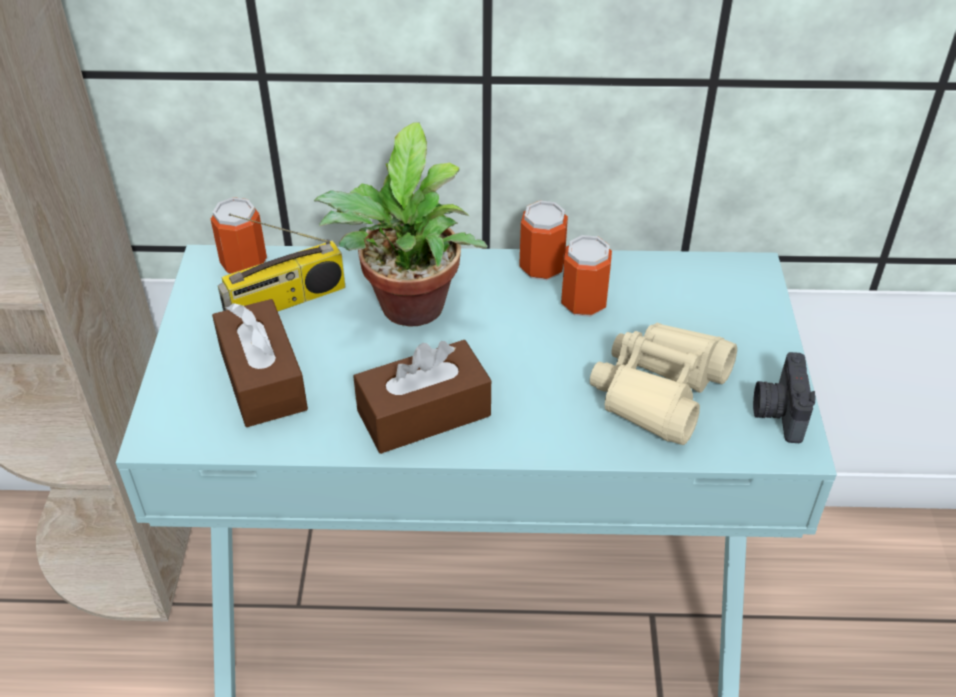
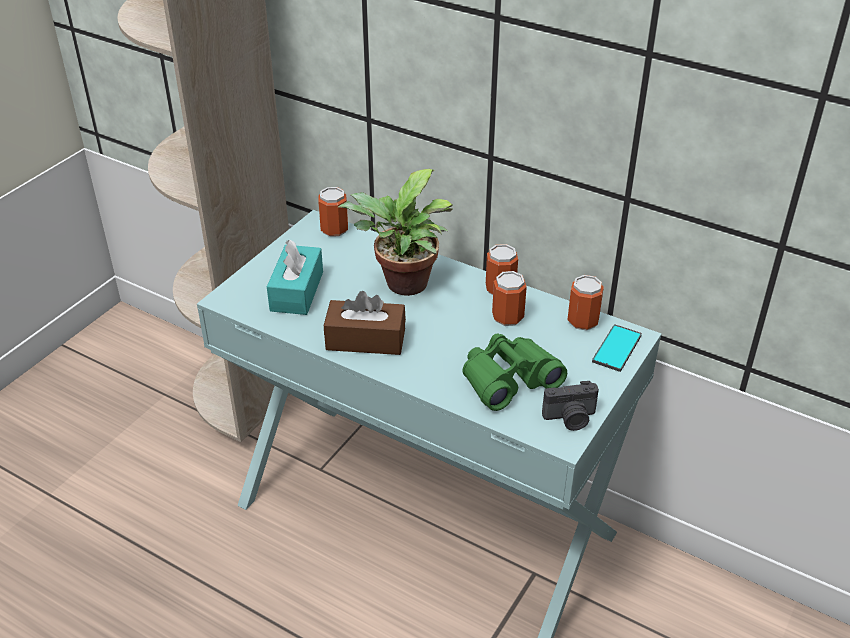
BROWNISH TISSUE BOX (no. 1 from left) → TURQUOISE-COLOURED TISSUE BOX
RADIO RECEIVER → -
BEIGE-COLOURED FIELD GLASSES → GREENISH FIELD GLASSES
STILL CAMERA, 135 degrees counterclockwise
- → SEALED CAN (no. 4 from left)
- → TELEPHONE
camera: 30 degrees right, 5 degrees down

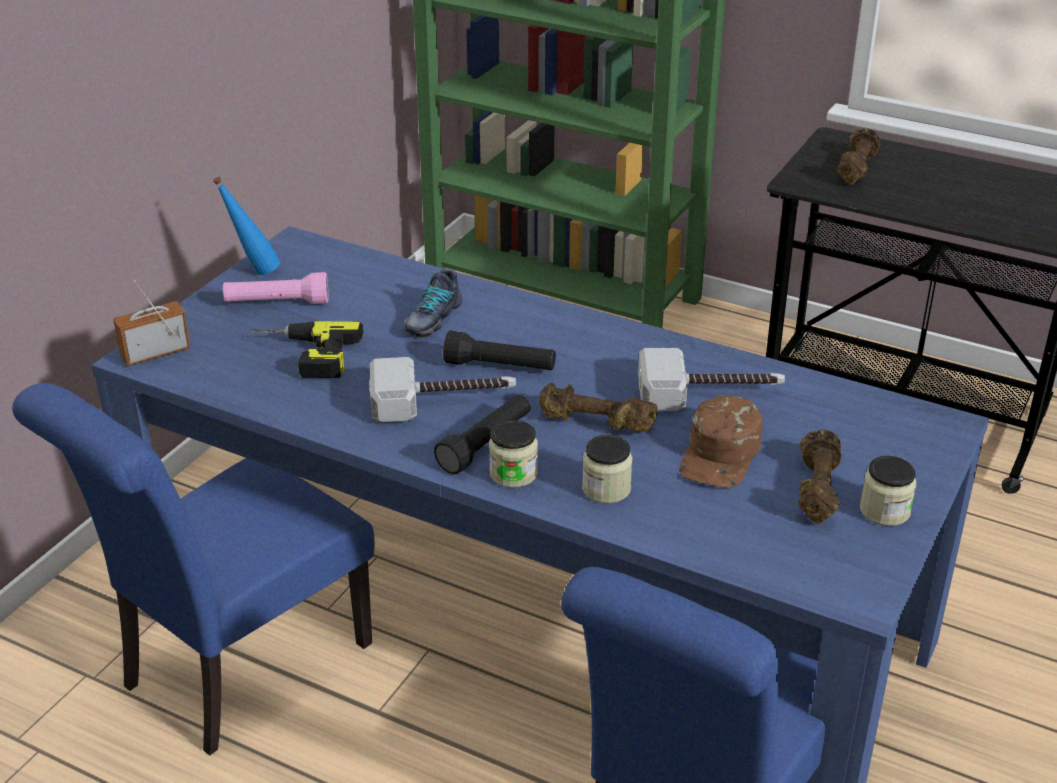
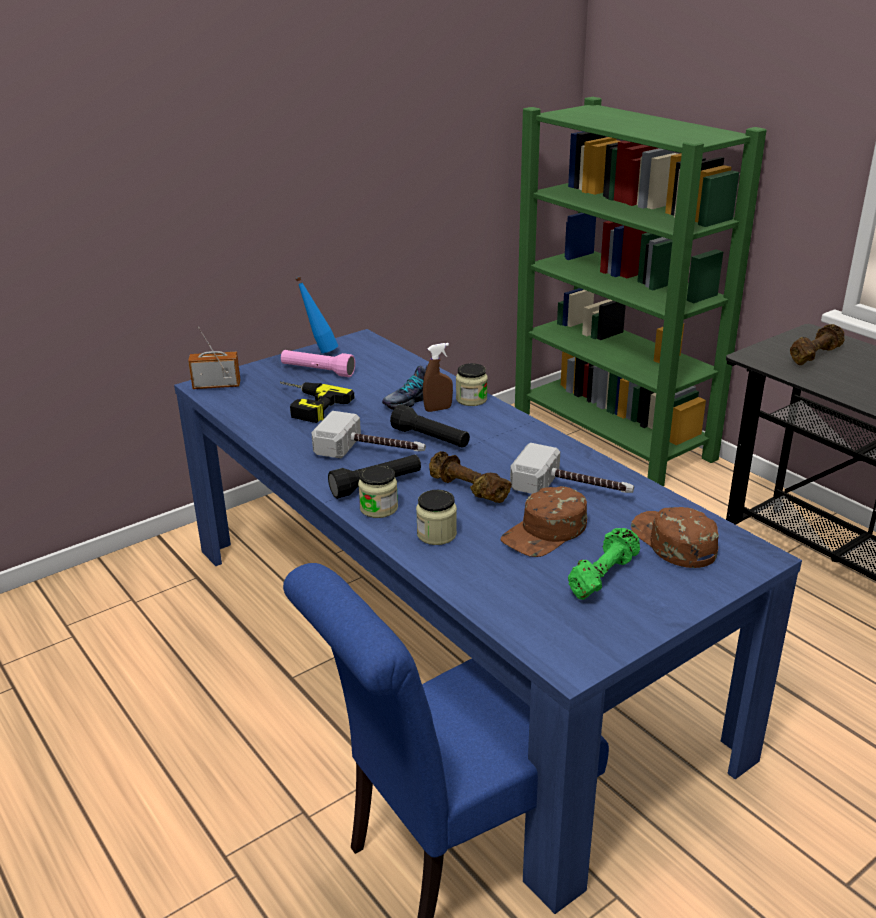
BLUISH PLAIN CHAIR (no. 1 from left) → -
BROWNISH DUMBBELL (no. 2 from left) → GREENISH DUMBBELL
PRESERVE JAR (no. 3 from left), relocated
- → BROWNISH SPRAYER
- → BROWNISH BASEBALL CAP (no. 2 from left)
camera: 25 degrees right, 5 degrees down

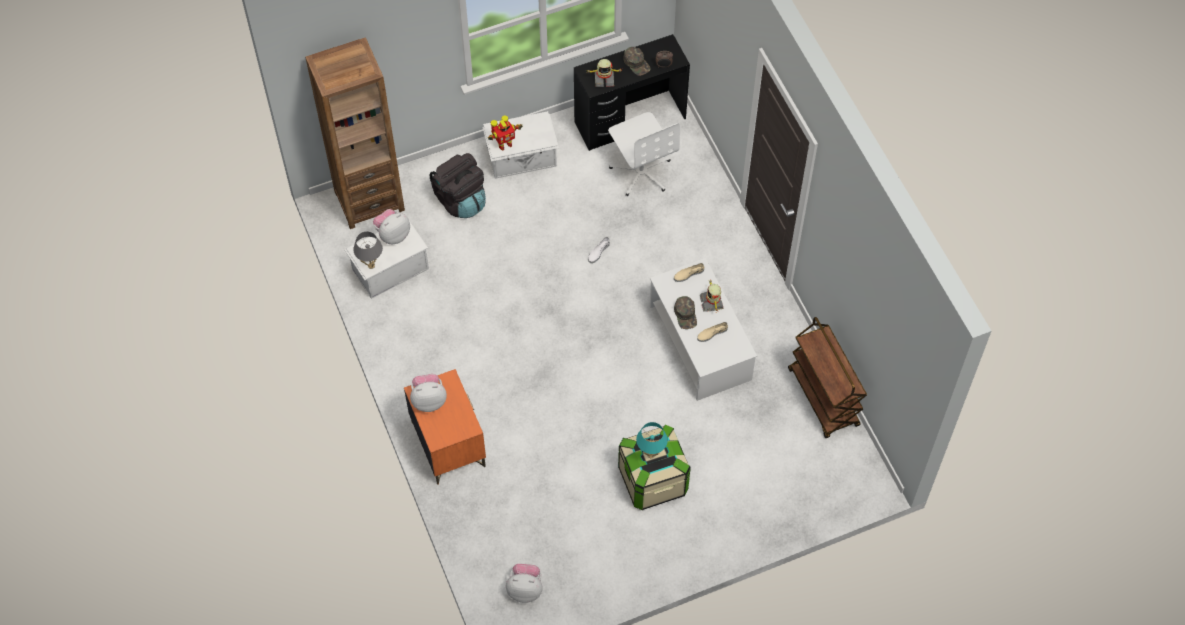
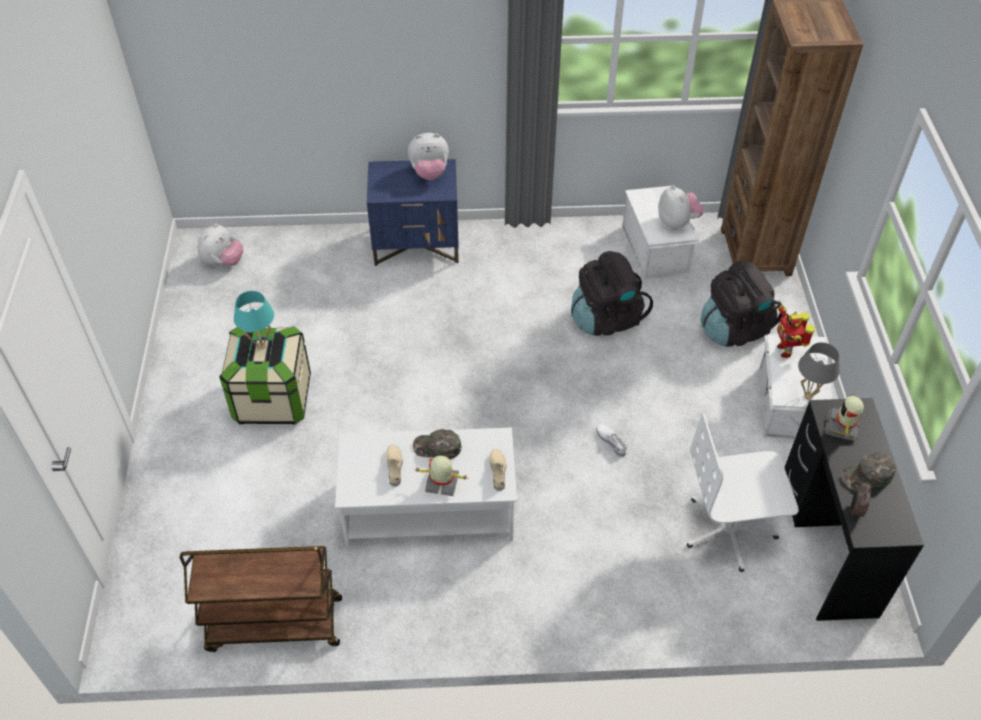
GRAY TABLETOP LAMP, relocated
ORANGEY NIGHTSTAND → BLUISH NIGHTSTAND
SOFT TOY (no. 2 from left), 75 degrees clockwise
- → BLACK BACKPACK (no. 1 from left)
camera: 110 degrees right, 10 degrees down

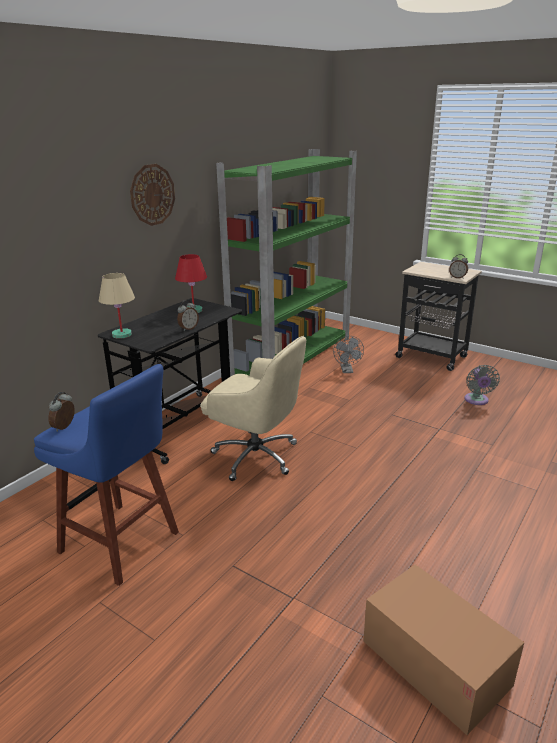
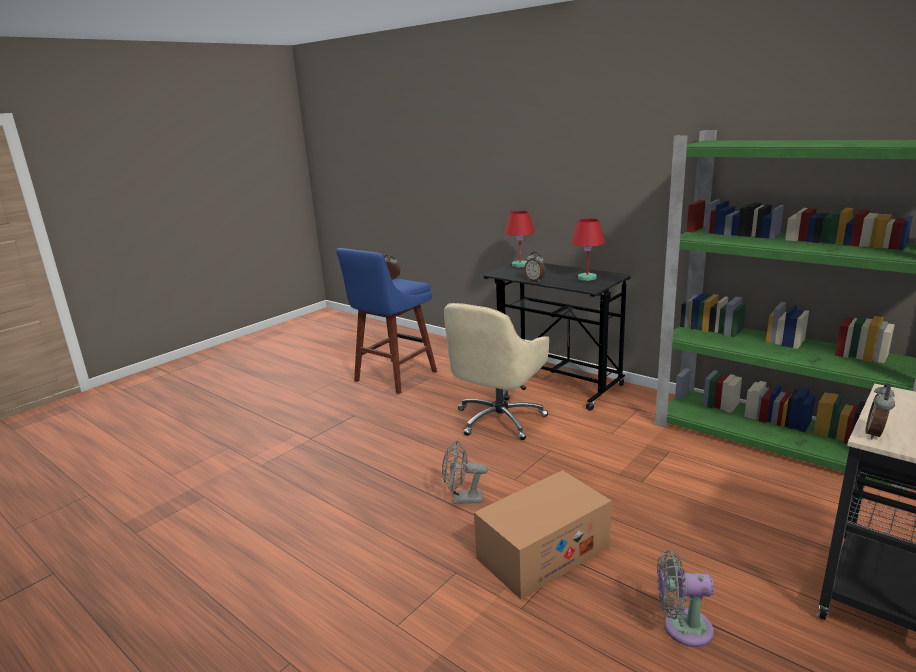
BEIGE-COLOURED TABLETOP LAMP → REDDISH TABLETOP LAMP (no. 1 from left)
CLOCK ON THE WALL → -
GRAY FAN (no. 1 from left), relocated
CARDBOARD BOX, relocated
camera: 95 degrees right, 5 degrees down

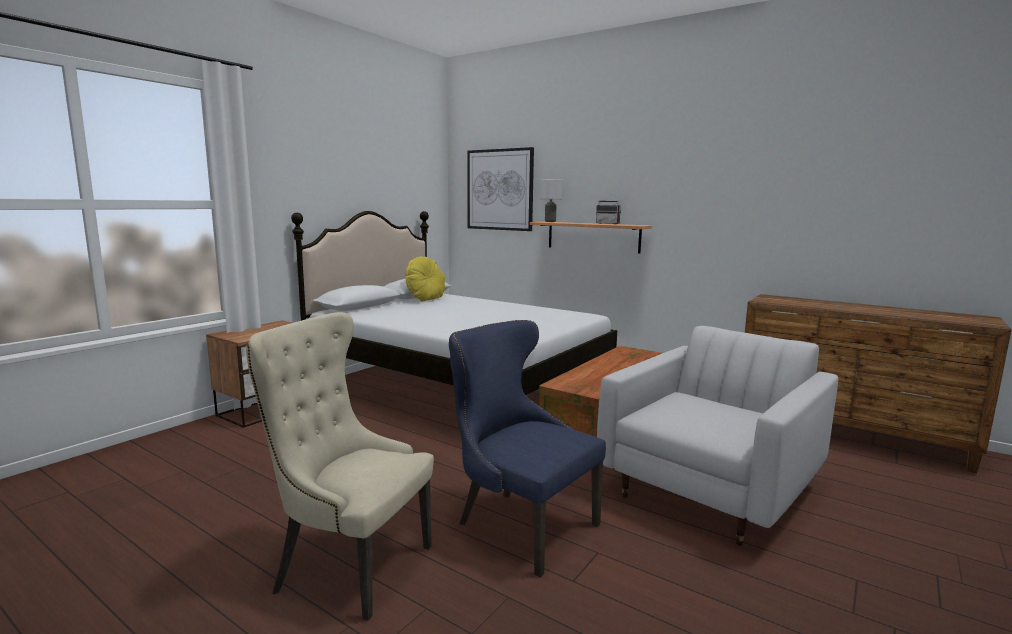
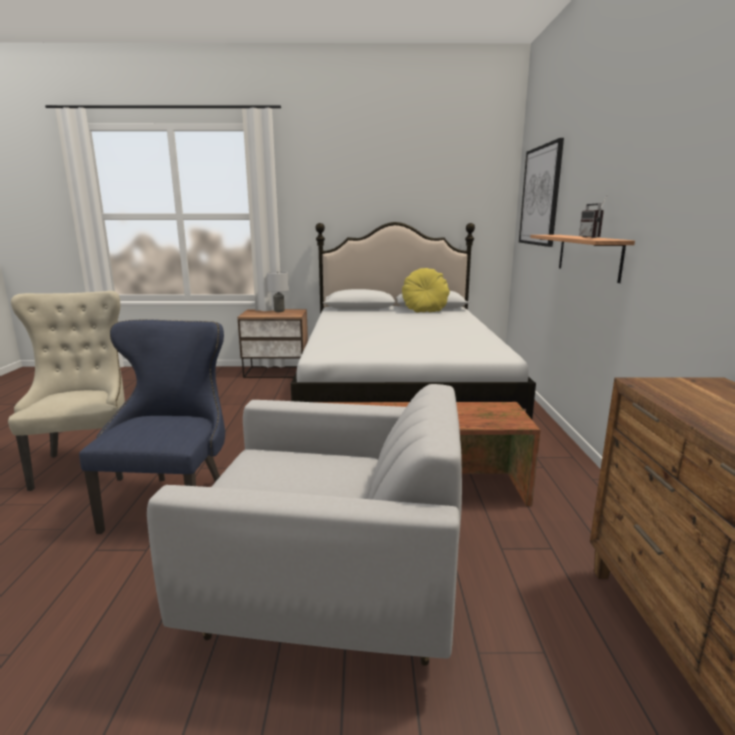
WHITE TABLETOP LAMP, relocated
camera: 55 degrees right, 5 degrees up

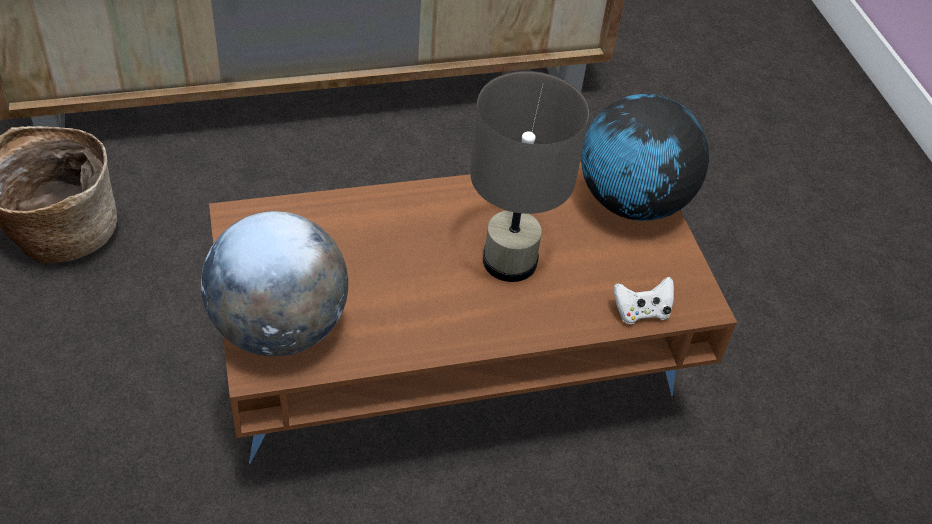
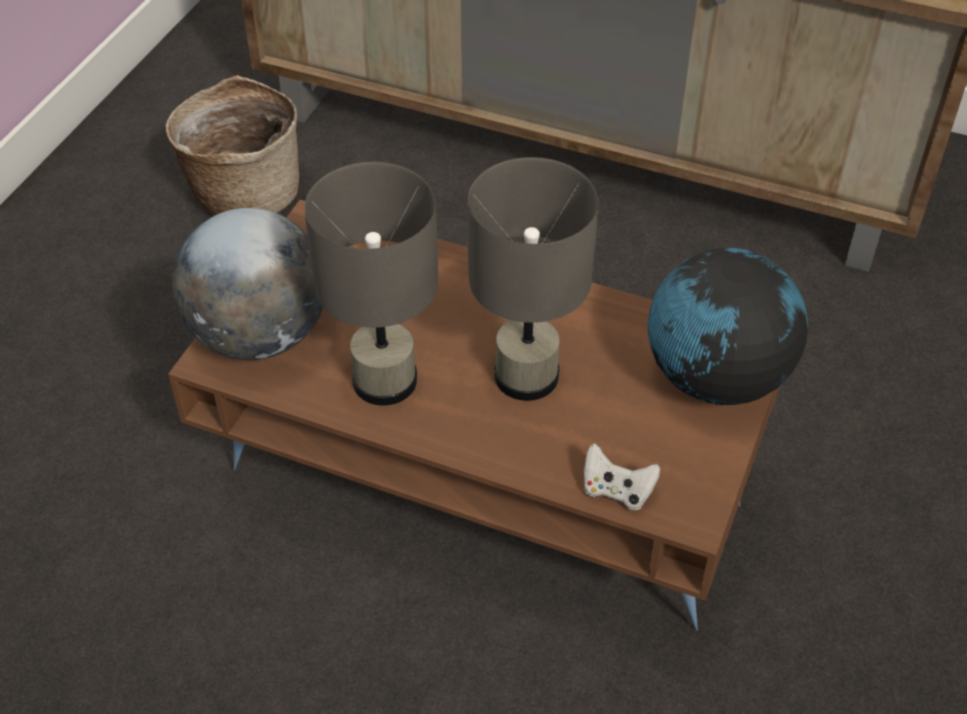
- → GRAY TABLETOP LAMP (no. 1 from left)
camera: 40 degrees right, 0 degrees up

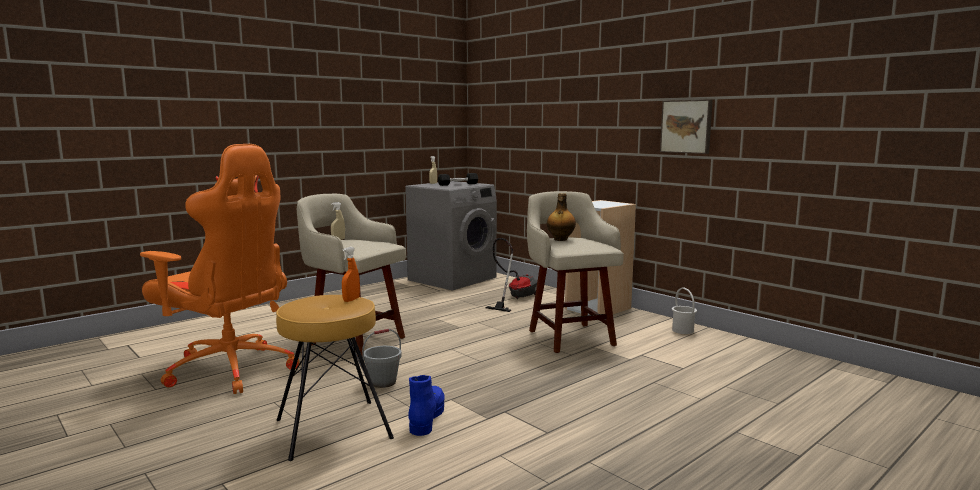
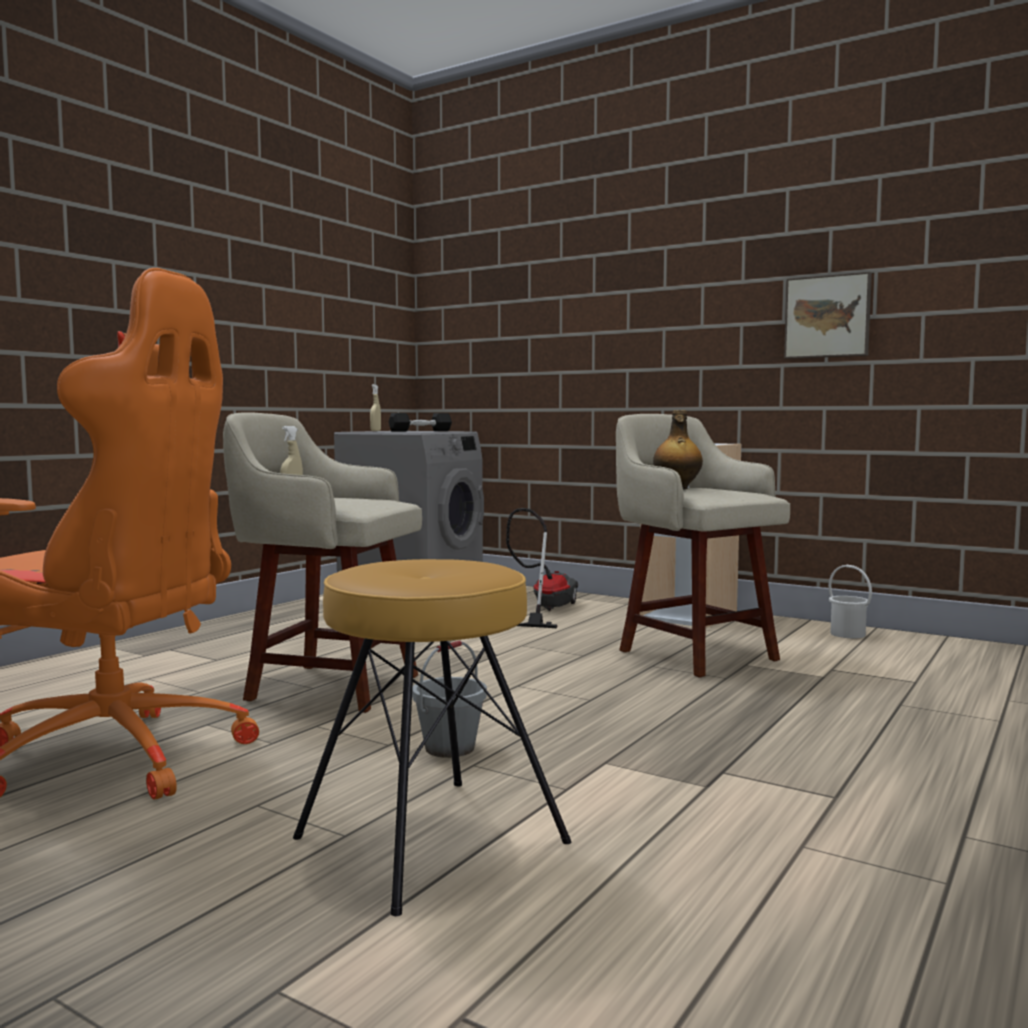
ORANGEY SPRAYER → -
BLUISH HIGH-TOP BOOT → -
camera: 15 degrees left, 5 degrees down

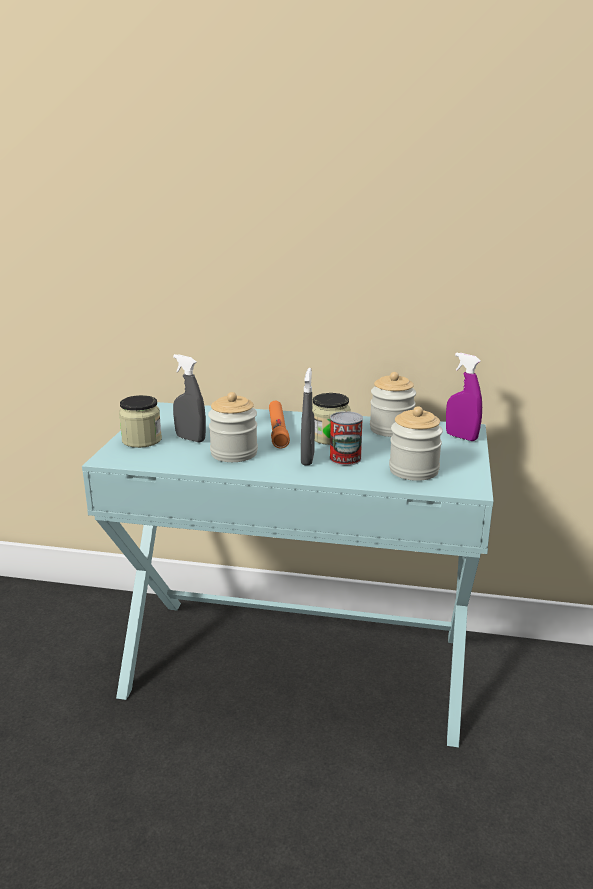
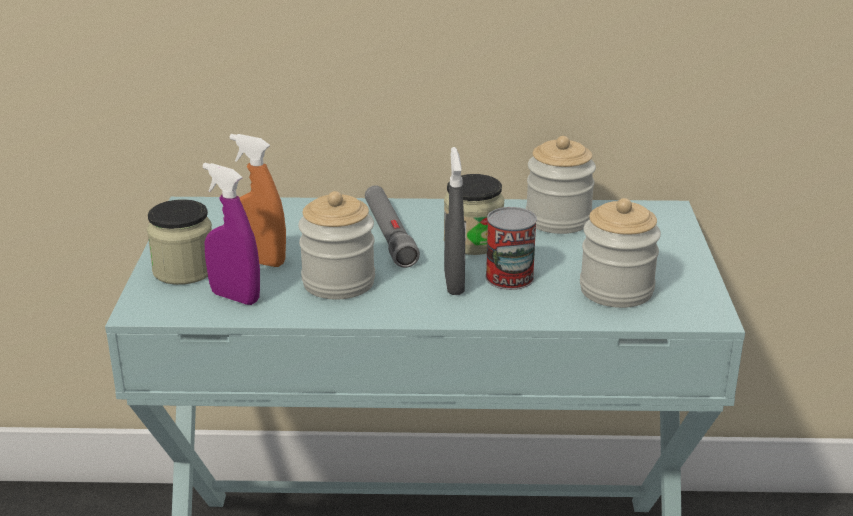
GRAY SPRAYER (no. 1 from left) → ORANGEY SPRAYER
ORANGEY FLASHLIGHT → GRAY FLASHLIGHT
PURPLE SPRAYER, relocated
camera: 10 degrees left, 5 degrees up

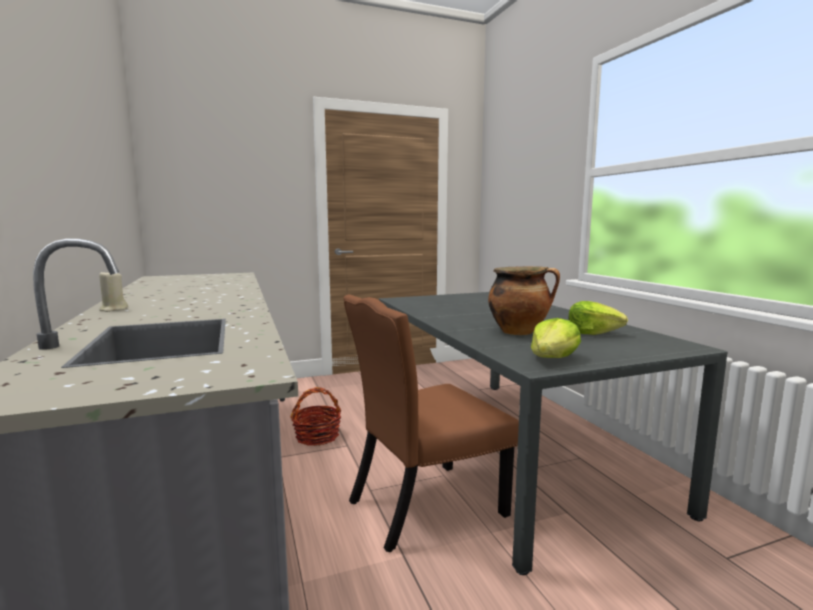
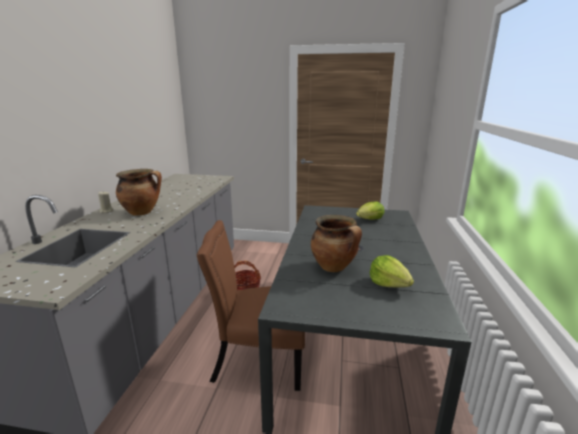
LETTUCE (no. 1 from left), relocated
- → SAUCEPOT (no. 1 from left)
camera: 30 degrees right, 10 degrees up

